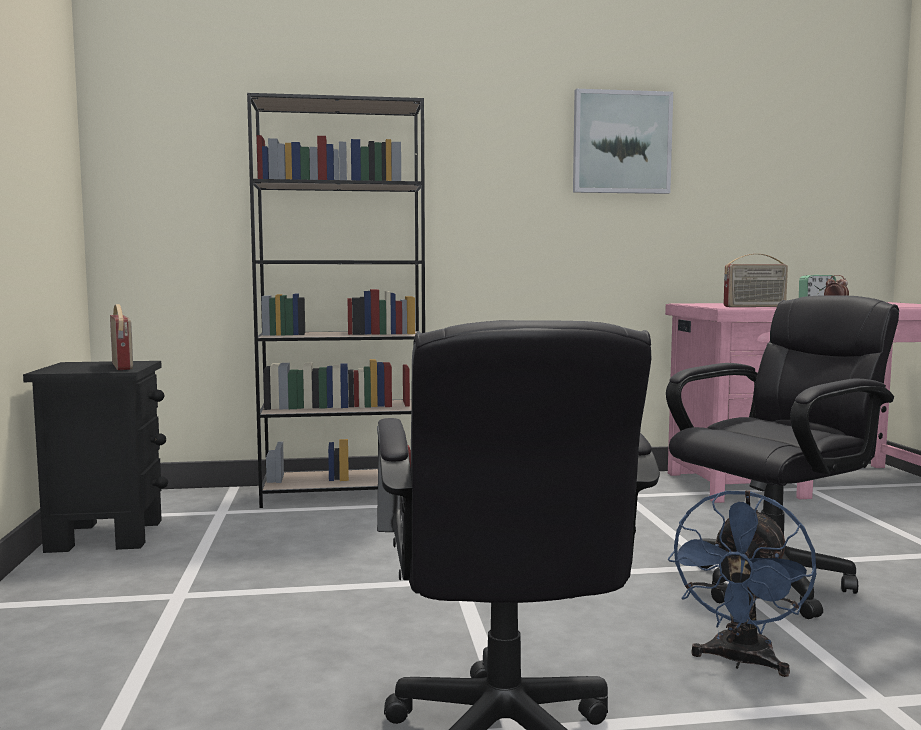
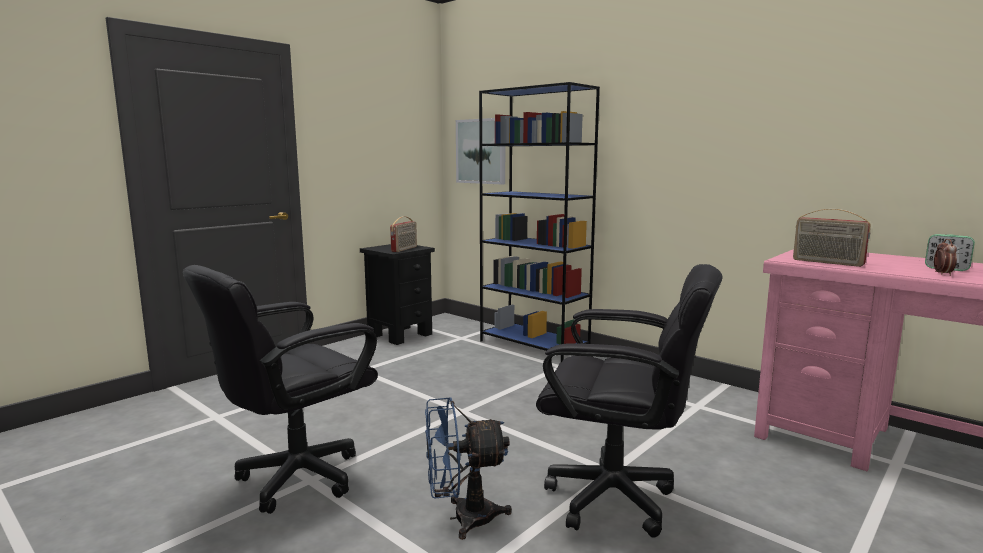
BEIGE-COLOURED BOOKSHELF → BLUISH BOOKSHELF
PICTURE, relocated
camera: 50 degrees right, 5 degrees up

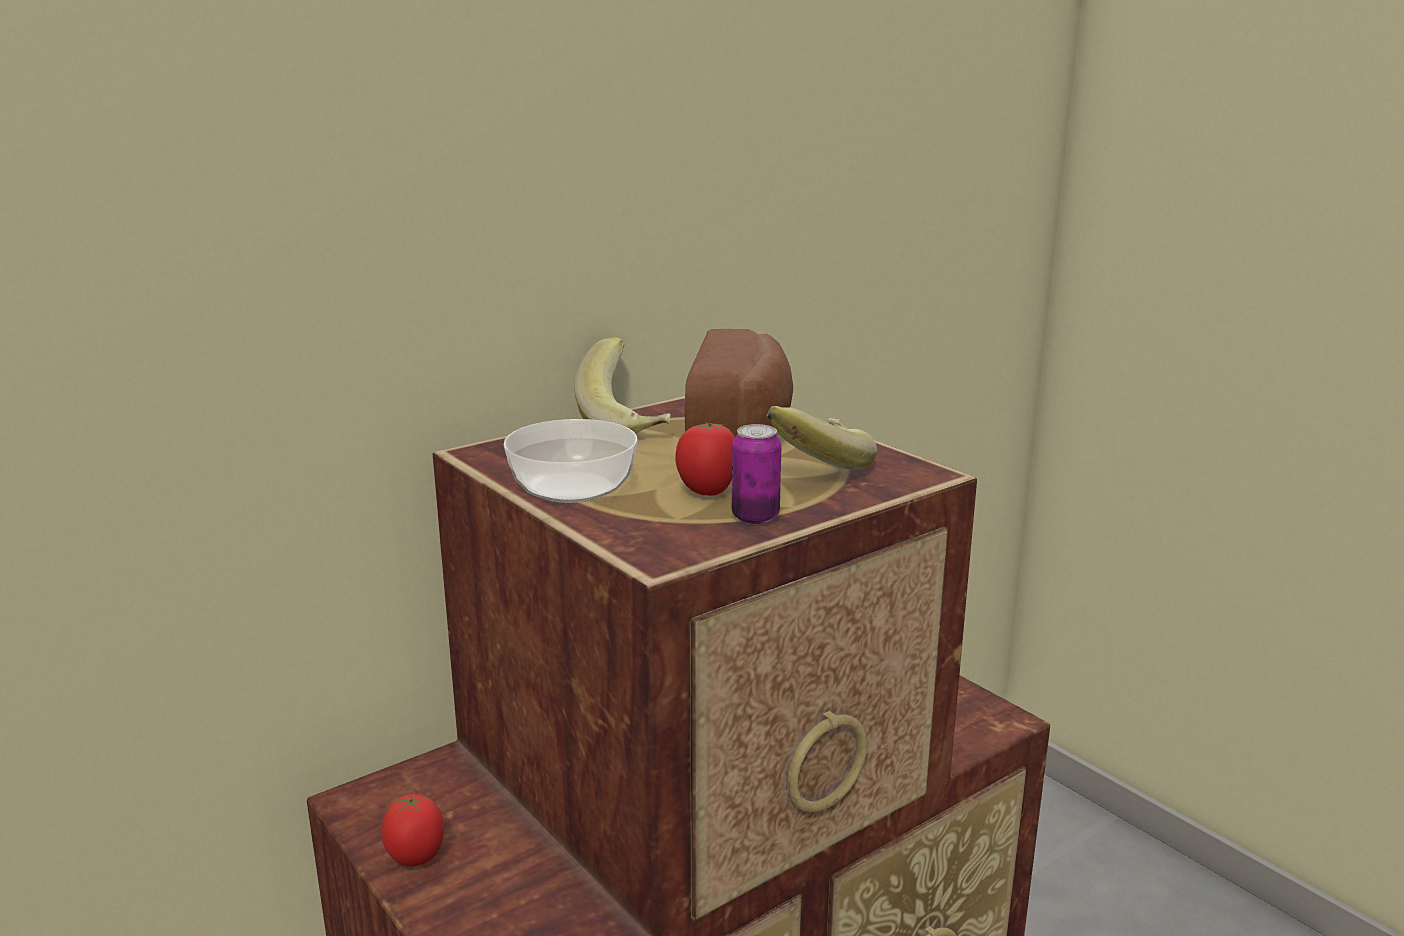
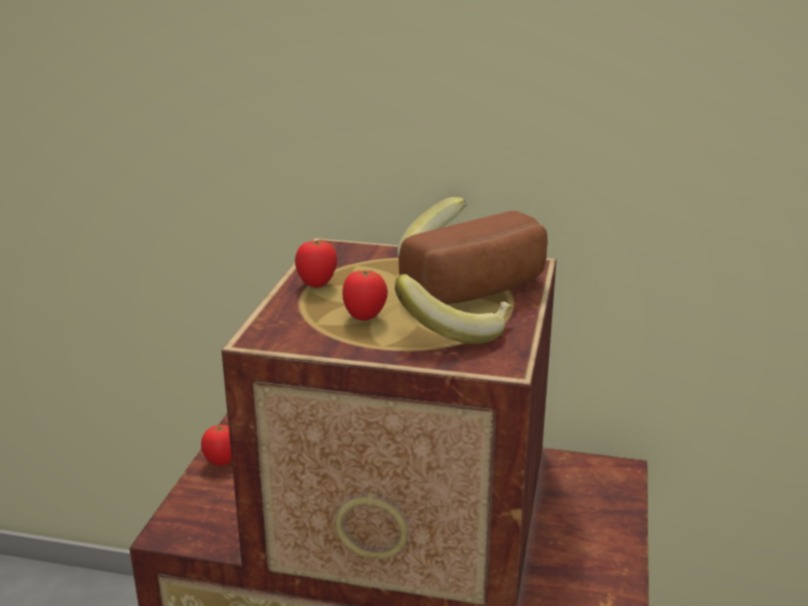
DEEP DISH → TOMATO (no. 2 from left)
SEALED CAN → -
camera: 50 degrees right, 5 degrees up

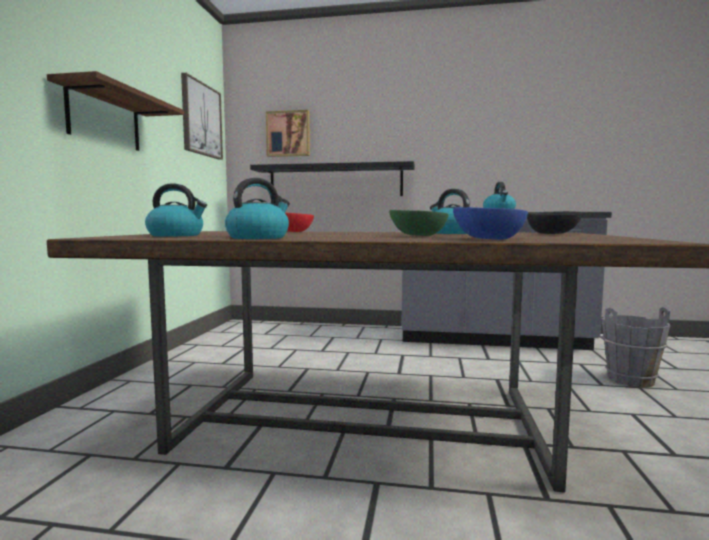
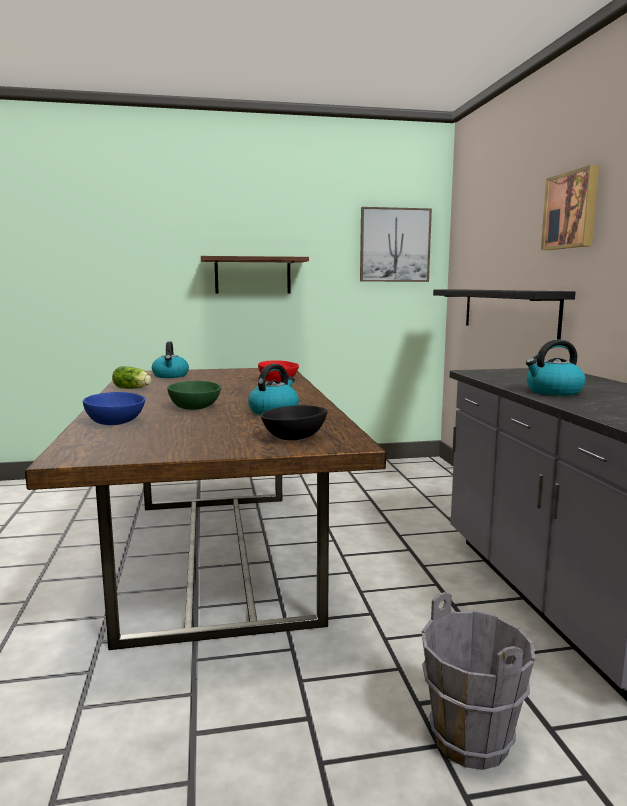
WATER KETTLE (no. 2 from left) → LETTUCE
PICTURE (no. 2 from left), relocated
camera: 70 degrees right, 5 degrees up

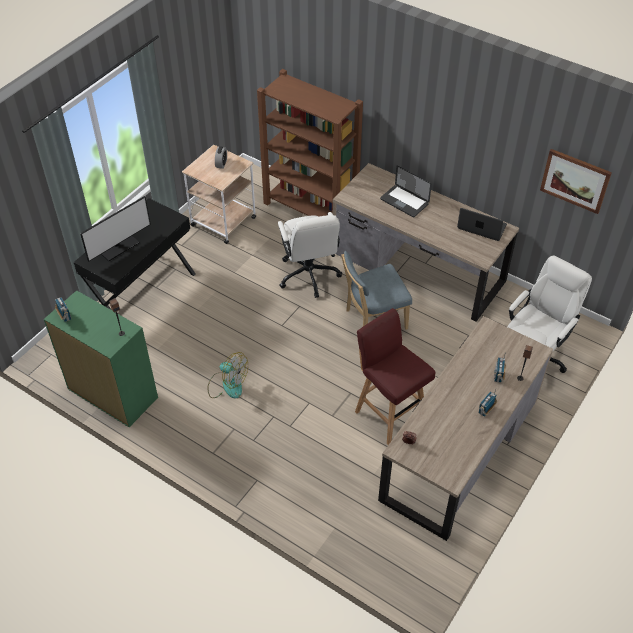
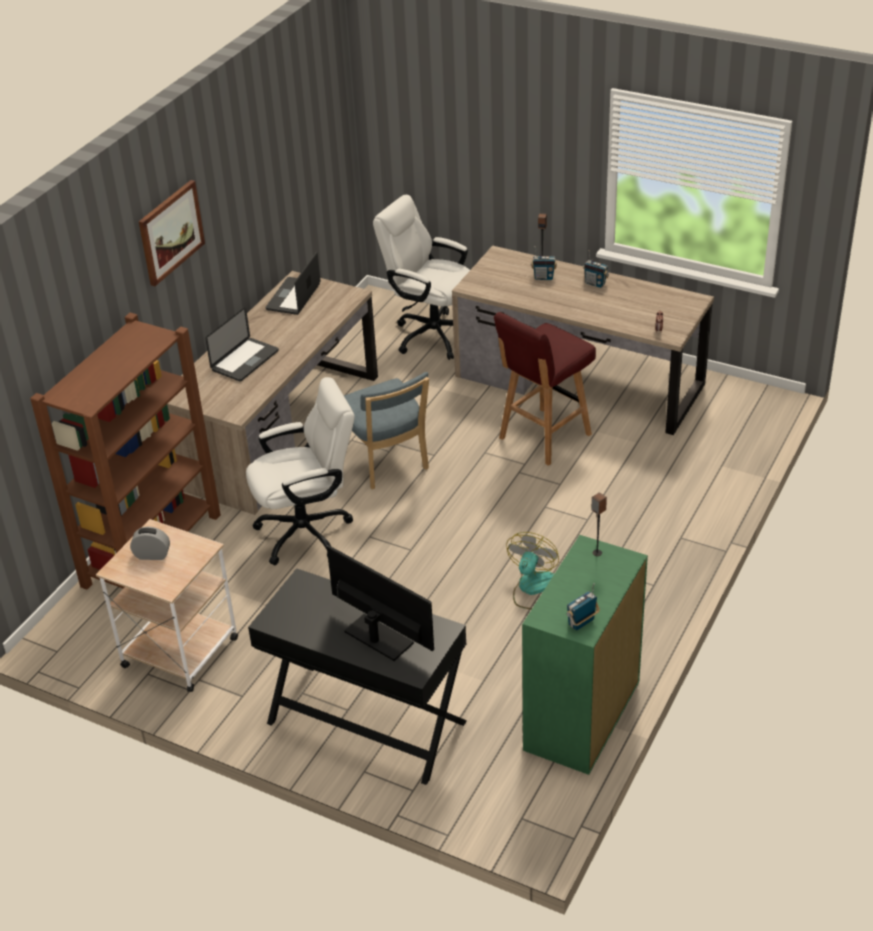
PICTURE, relocated
camera: 95 degrees left, 10 degrees down

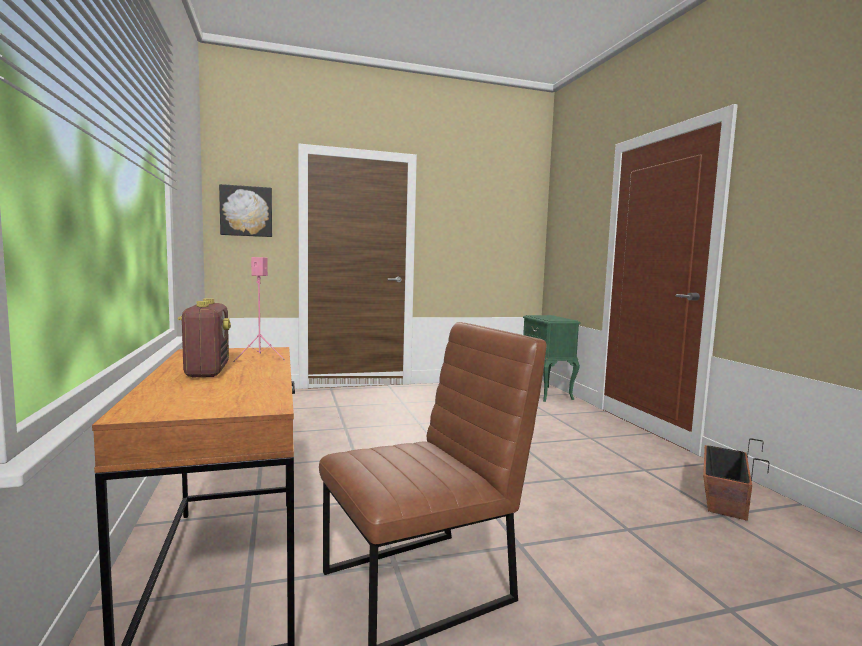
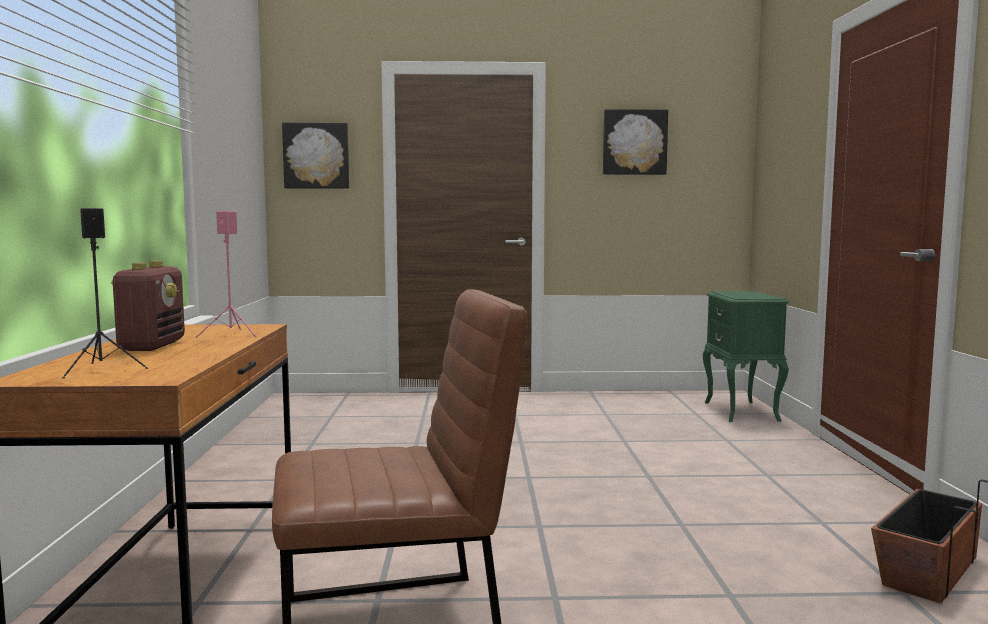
- → BLACK SPEAKER
- → PICTURE (no. 2 from left)
camera: 15 degrees right, 0 degrees up

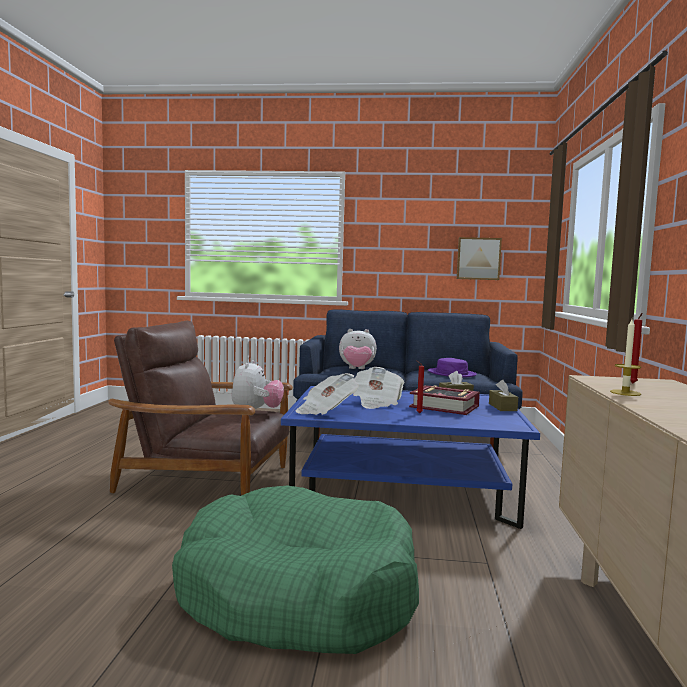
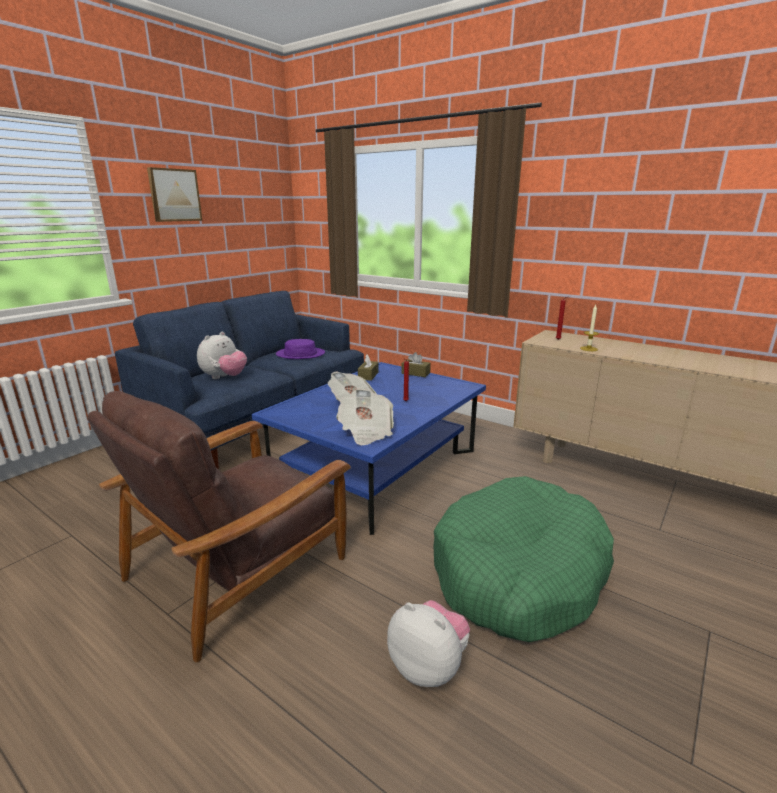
SOFT TOY (no. 1 from left in the first image) → SOFT TOY (no. 2 from left), relocated
VOLUME → -
PICTURE, relocated
camera: 60 degrees left, 15 degrees up

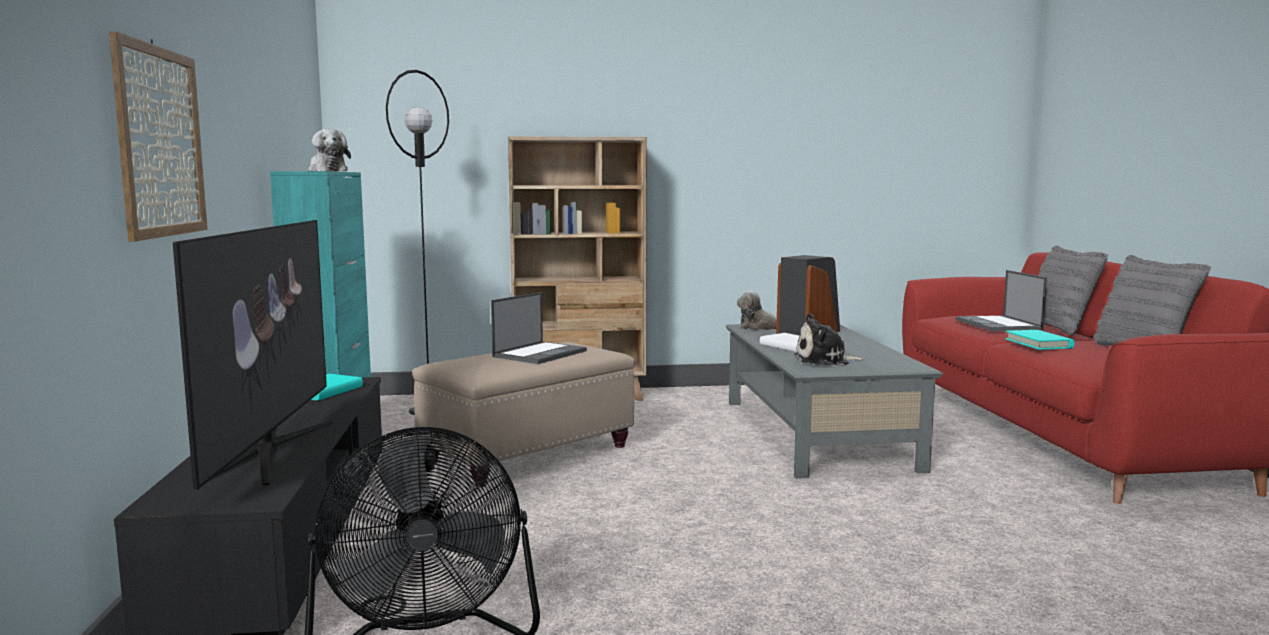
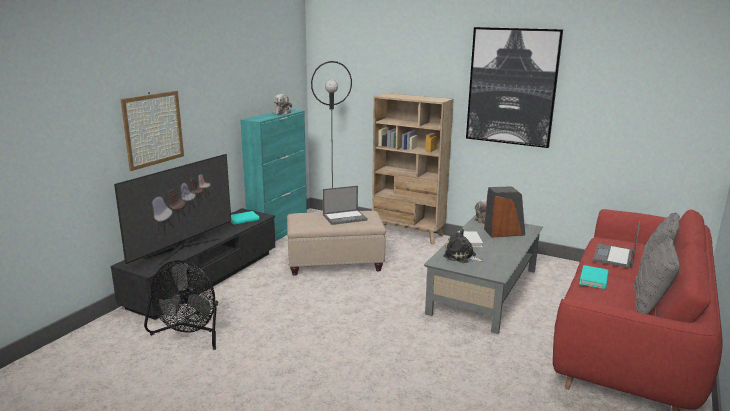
- → PICTURE (no. 2 from left)
camera: 35 degrees right, 10 degrees up

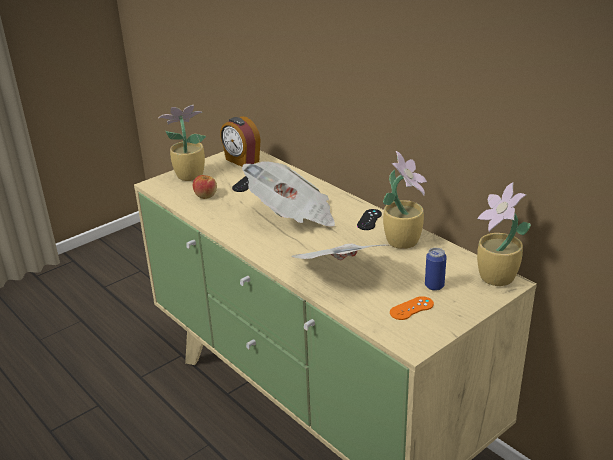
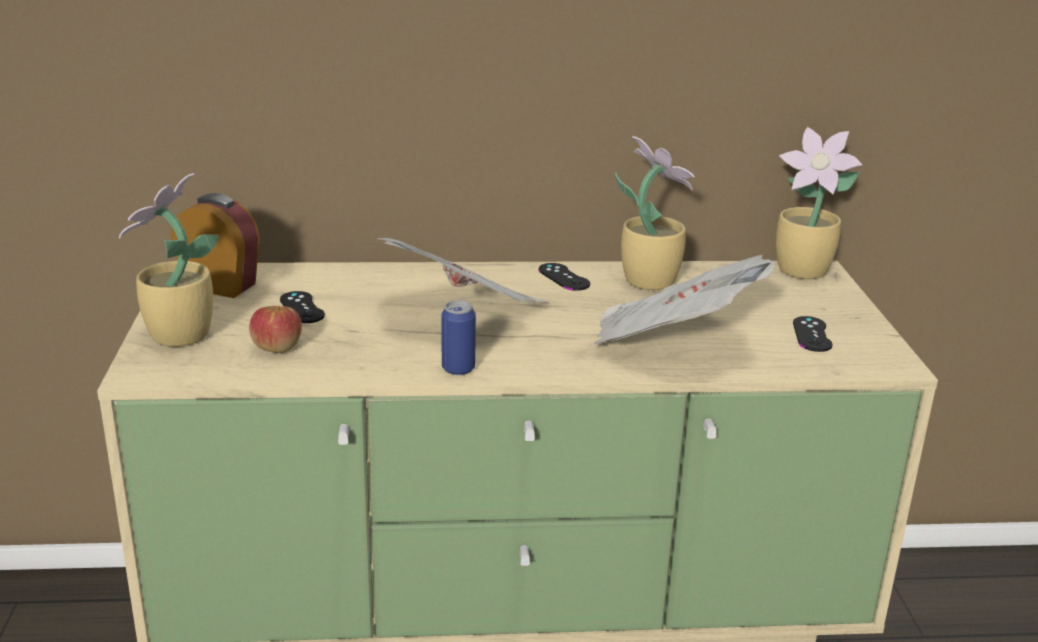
TABLE CLOCK, 150 degrees counterclockwise
ORANGEY JOYPAD → BLACK JOYPAD (no. 3 from left)
SEALED CAN, relocated
camera: 55 degrees left, 5 degrees down

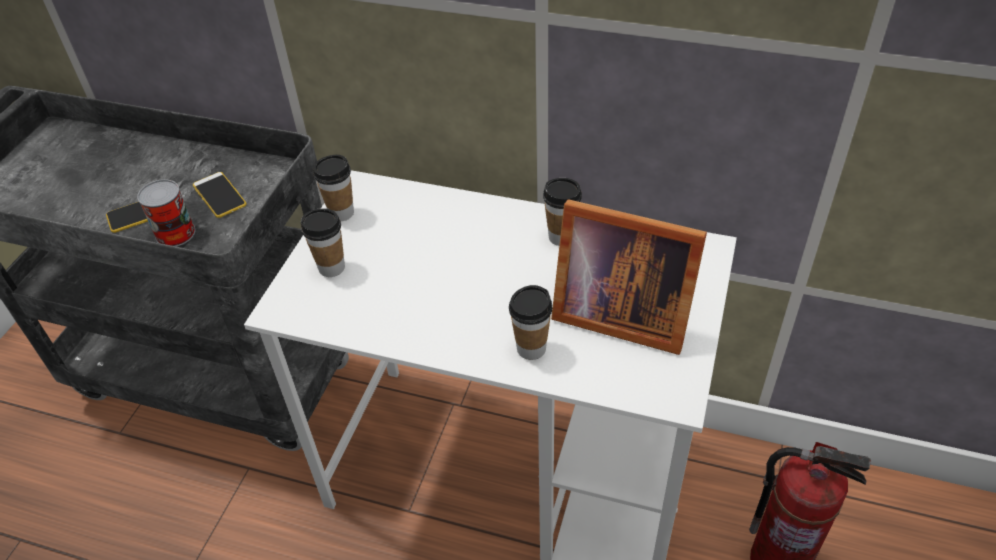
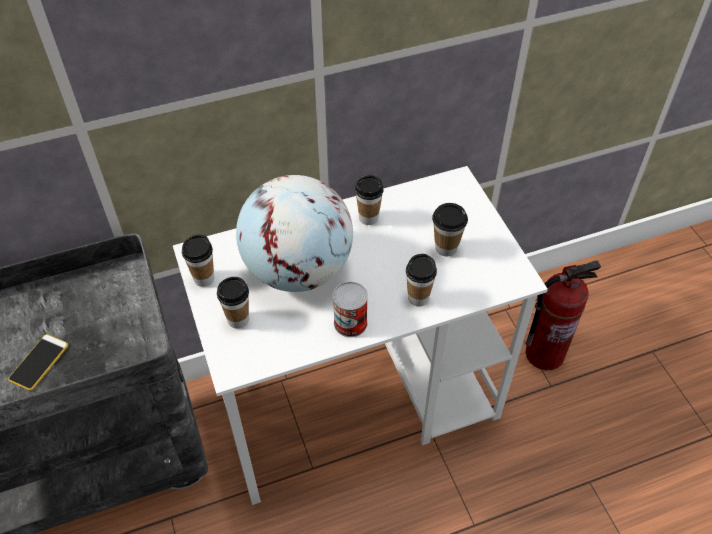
SEALED CAN, relocated
TELEPHONE (no. 2 from left) → -
STANDING FRAME → CUP (no. 5 from left)
- → DESK GLOBE
camera: 40 degrees left, 5 degrees up

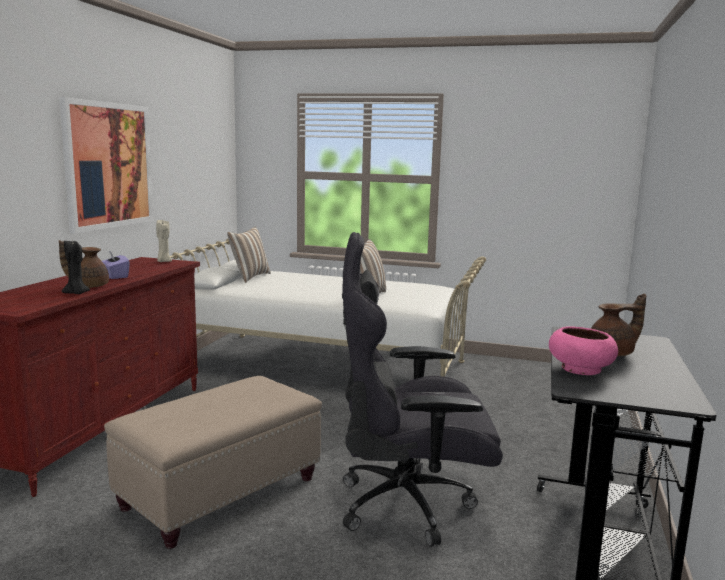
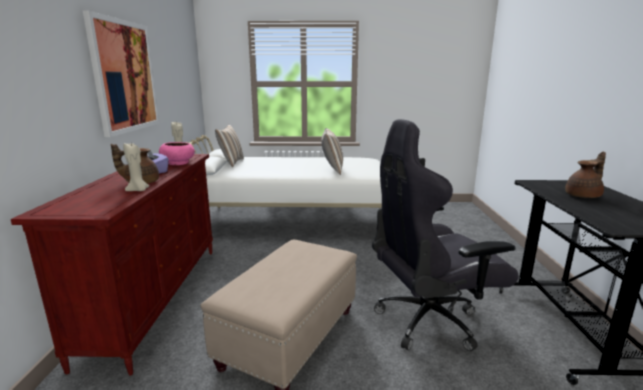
BLACK WAX CANDLE → BEIGE-COLOURED WAX CANDLE (no. 1 from left)
PINK-COLOURED DEEP DISH, relocated
camera: 15 degrees left, 5 degrees up

